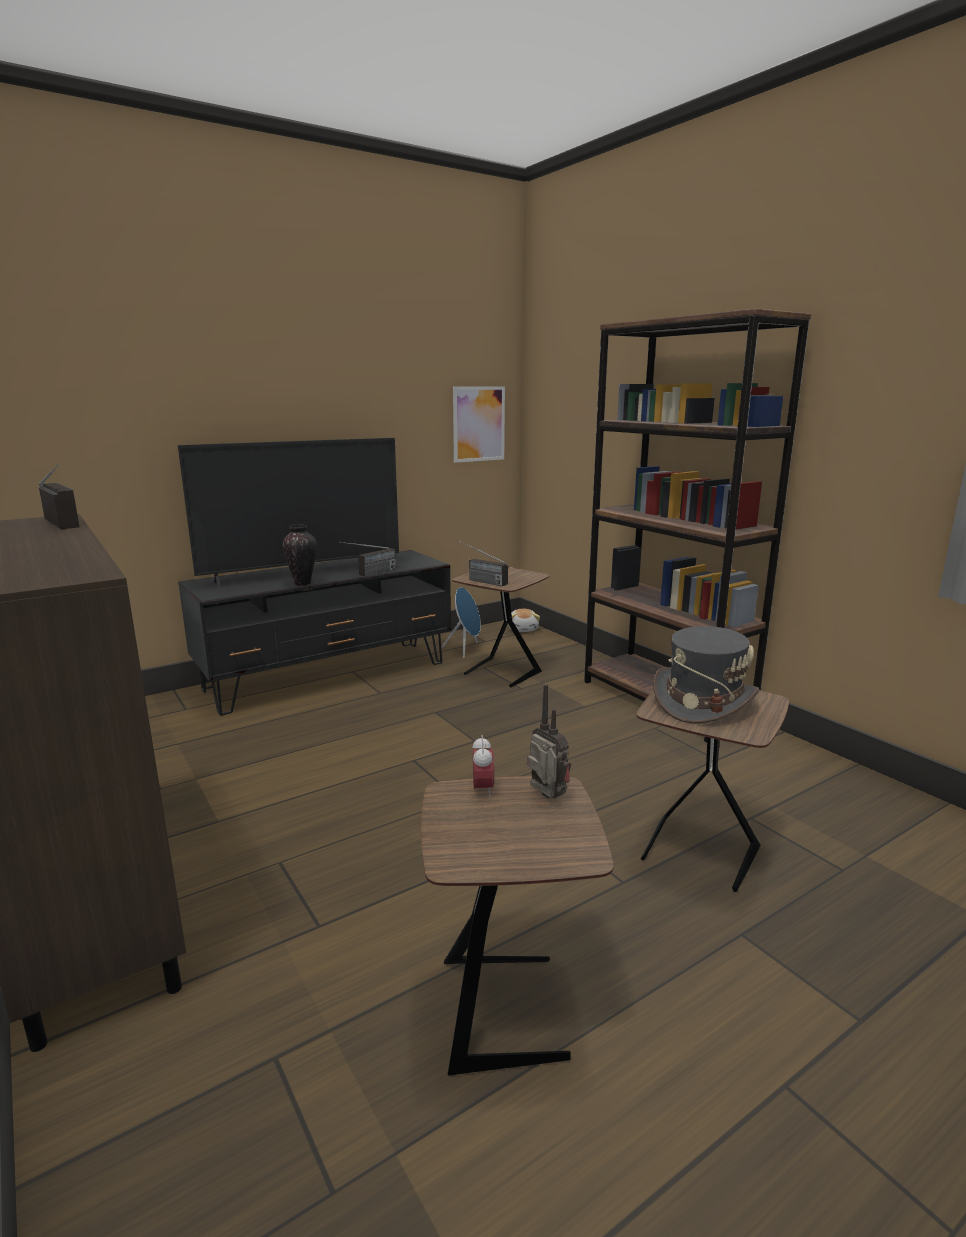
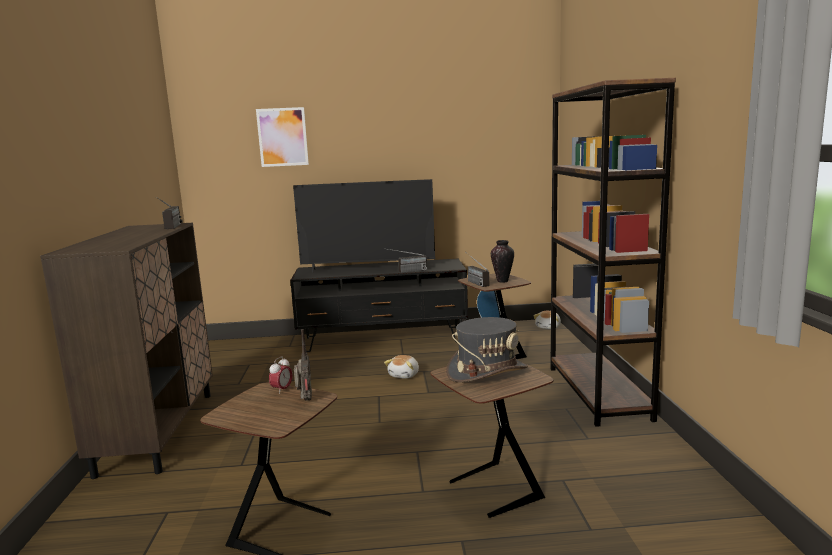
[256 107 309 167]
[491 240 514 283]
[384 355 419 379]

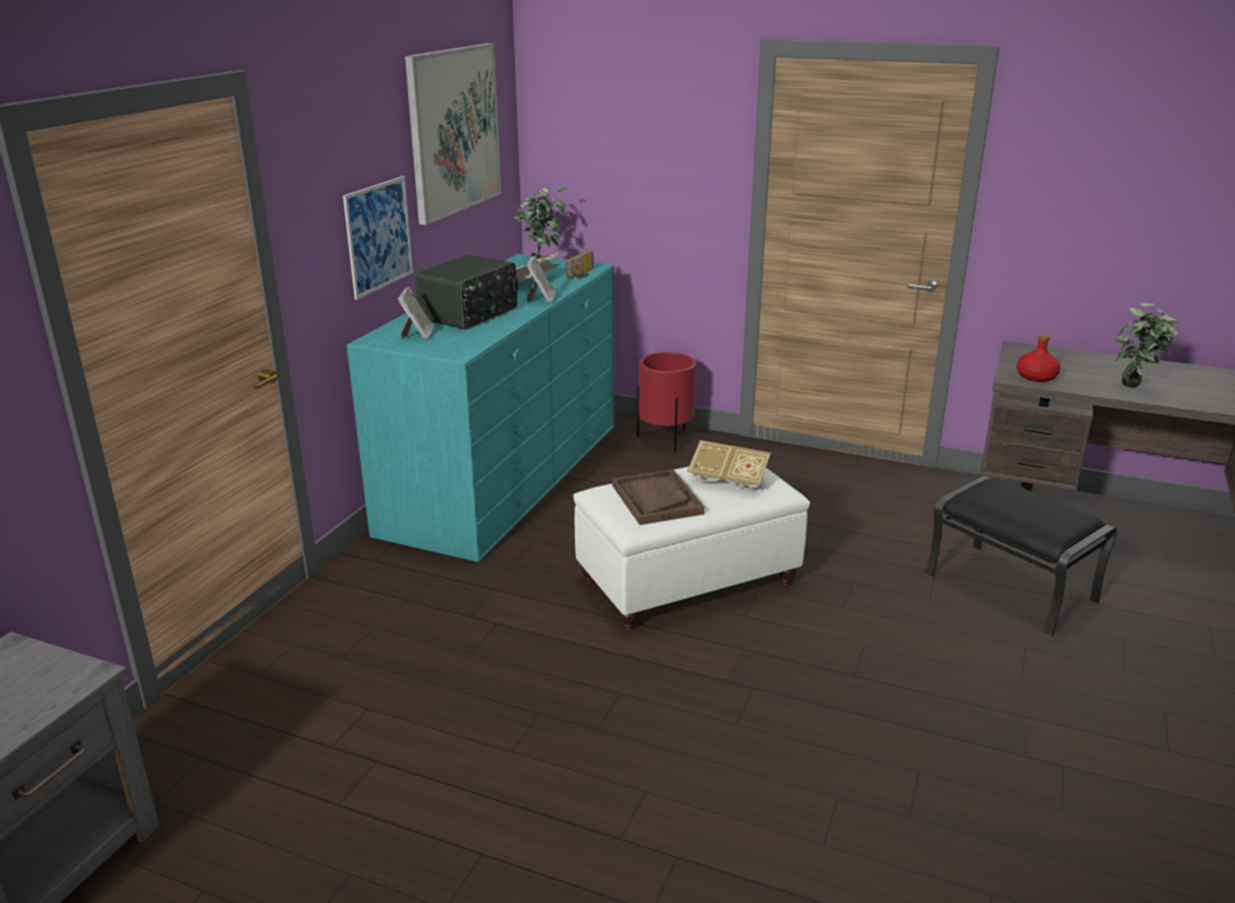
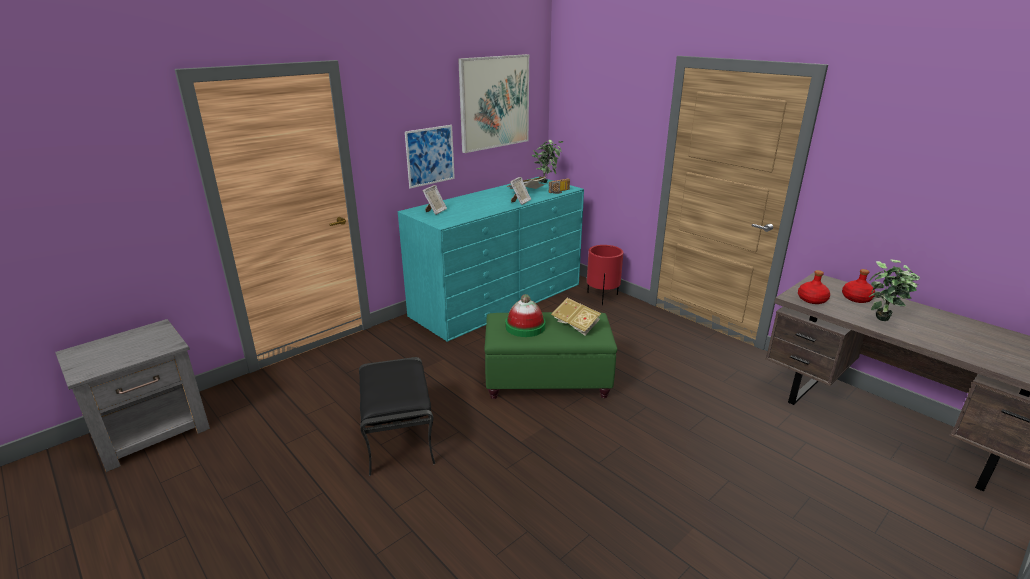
[415 255 518 330] (first image)
[485 312 617 399]
[505 294 546 337]
[359 357 435 476]
[842 269 875 303]

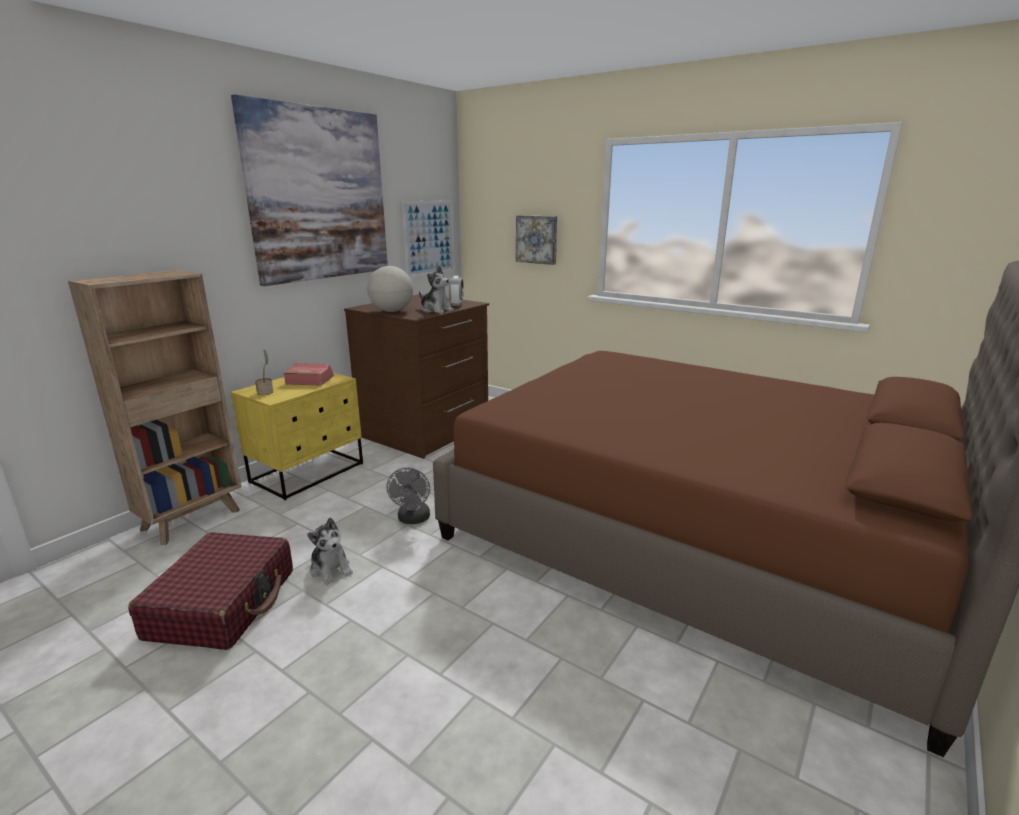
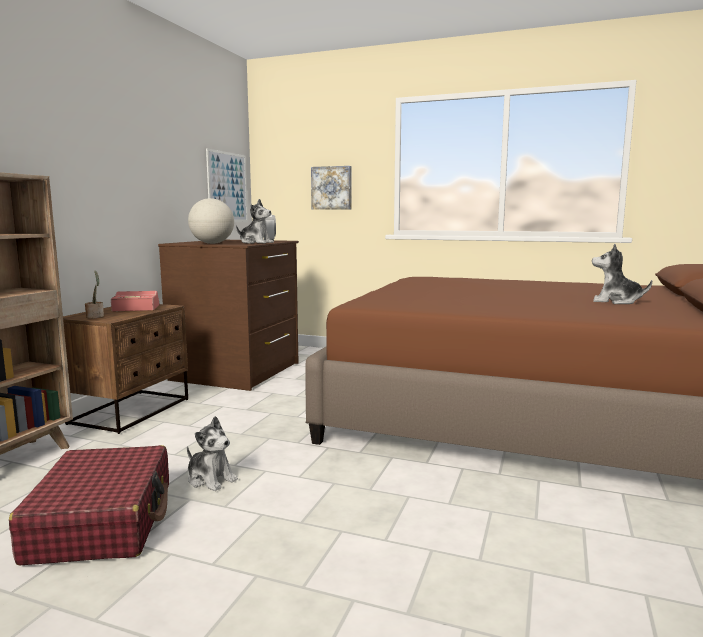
[231 94 388 286] (first image)
[63 304 188 434]
[386 468 430 524] (first image)
[592 244 652 304]

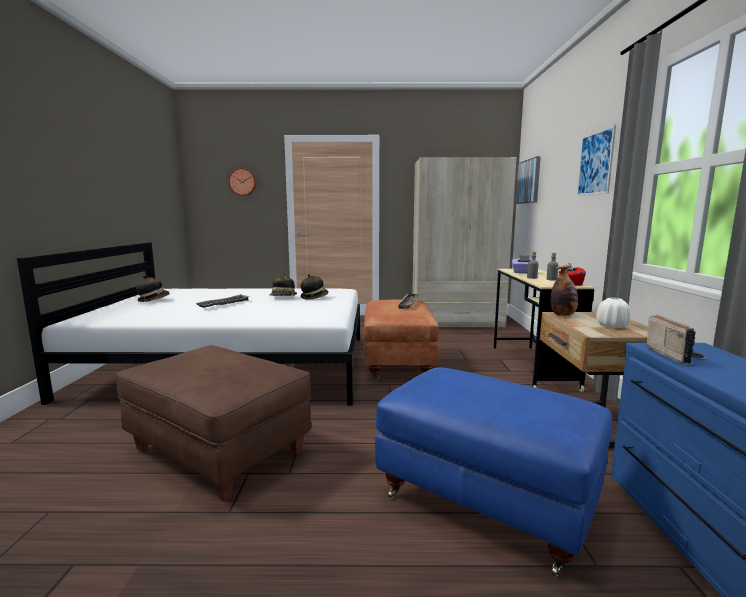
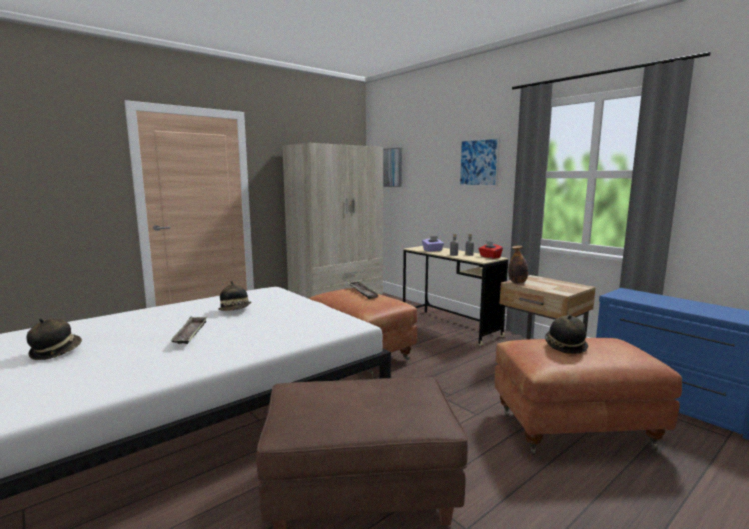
[229 168 256 196] (first image)
[545 315 588 354]
[596 298 630 328] (first image)
[646 315 709 365] (first image)
[495 338 682 455]

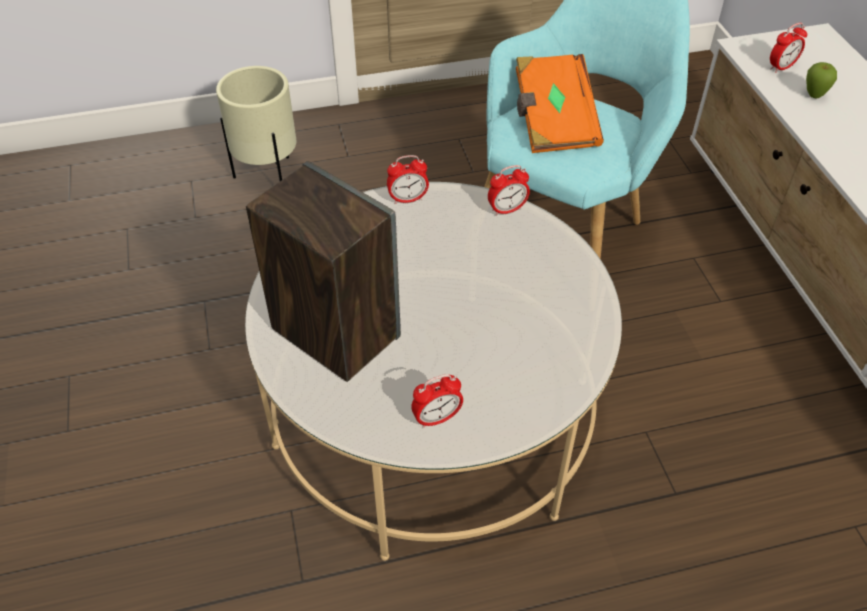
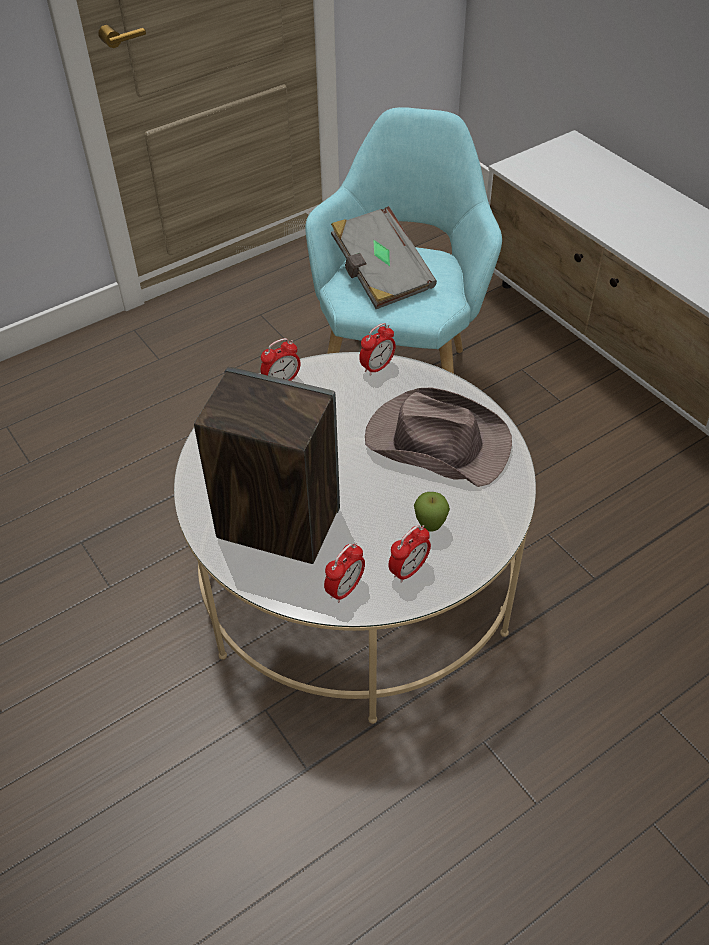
[324 543 365 603]
[331 206 437 309]
[414 492 450 531]
[216 66 296 181] (first image)
[365 387 512 487]

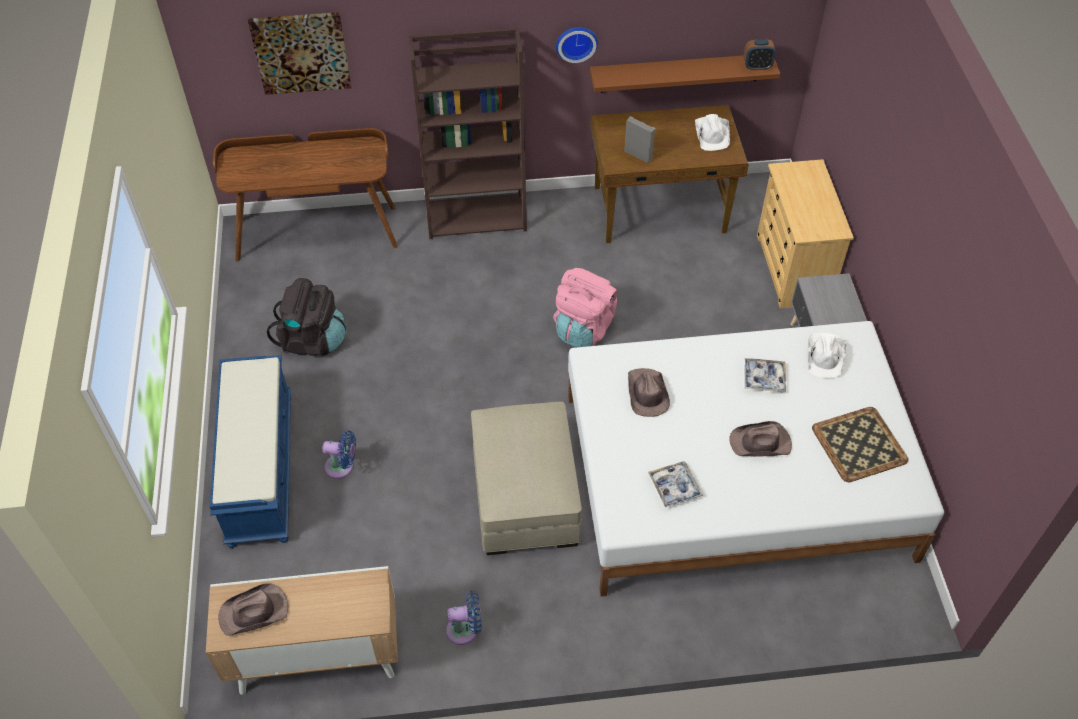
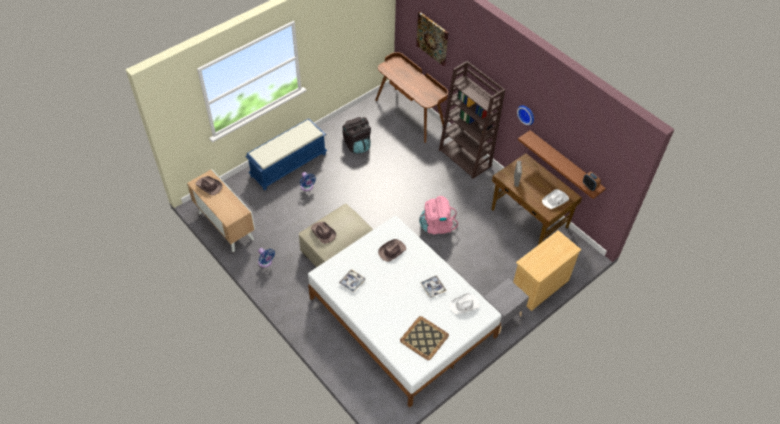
[311 222 336 244]

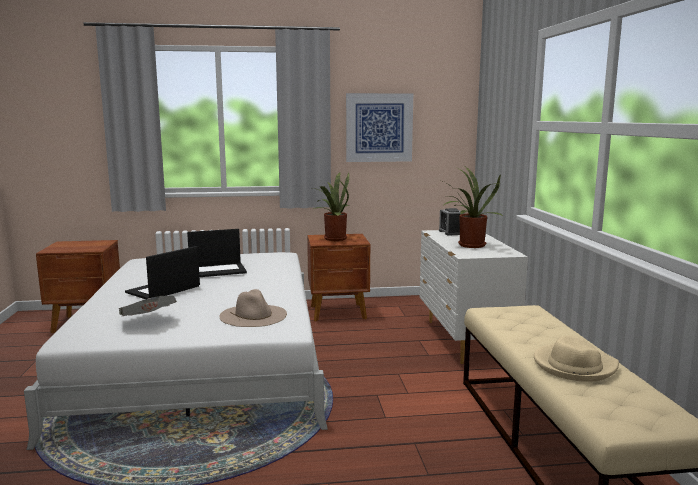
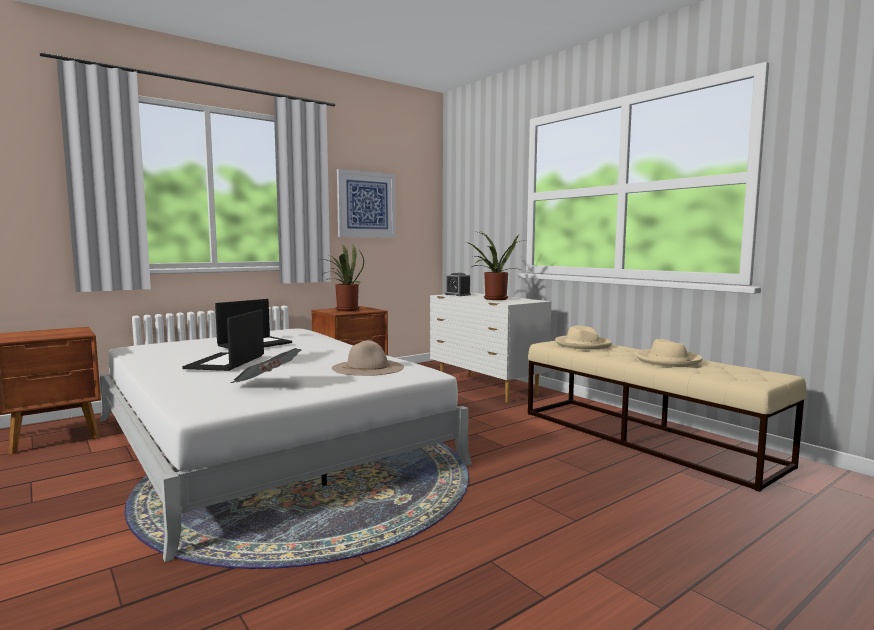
[555 325 612 350]

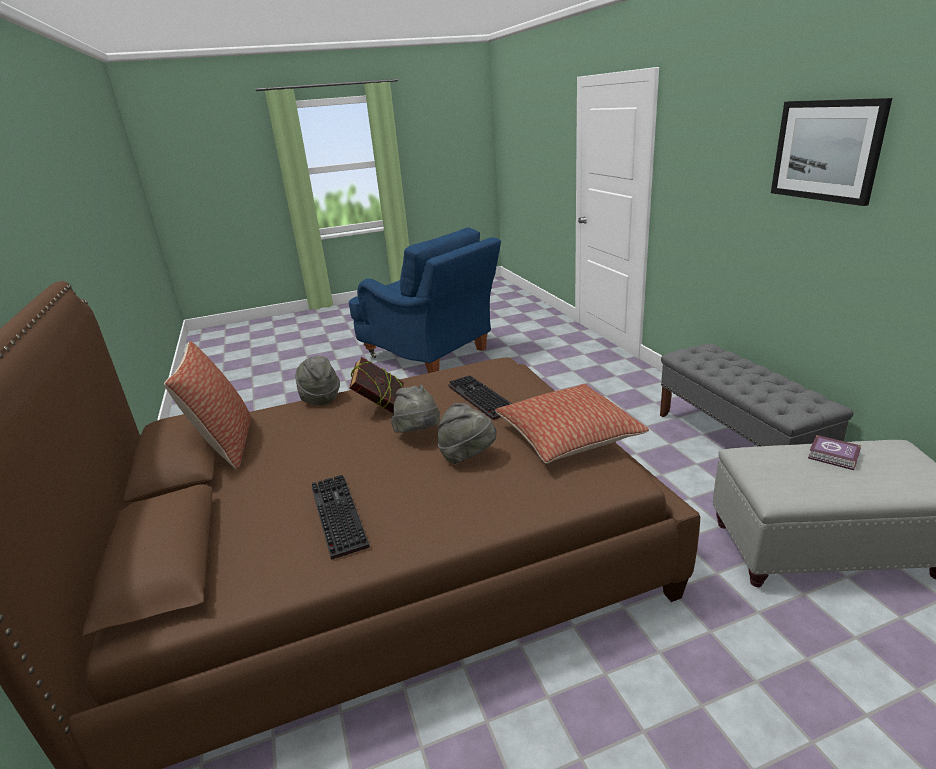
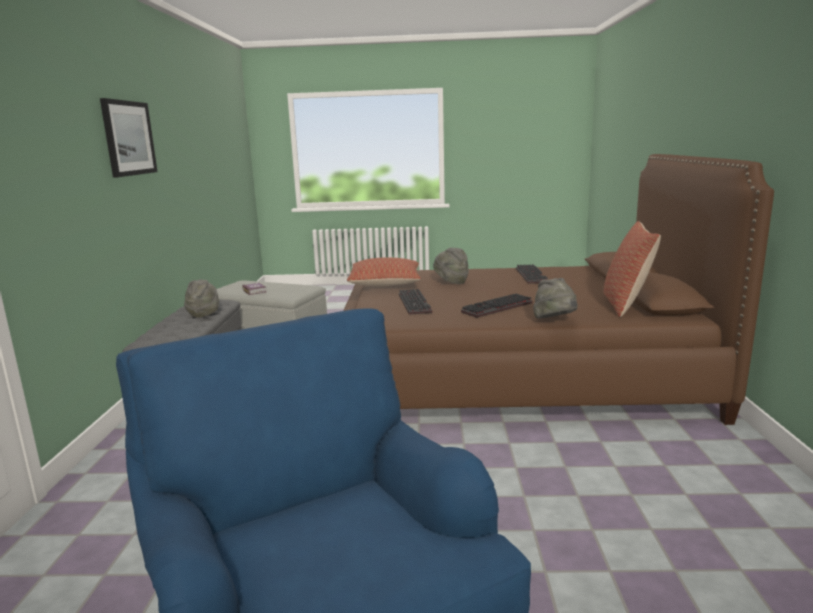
[461 294 533 318]
[184 279 219 318]

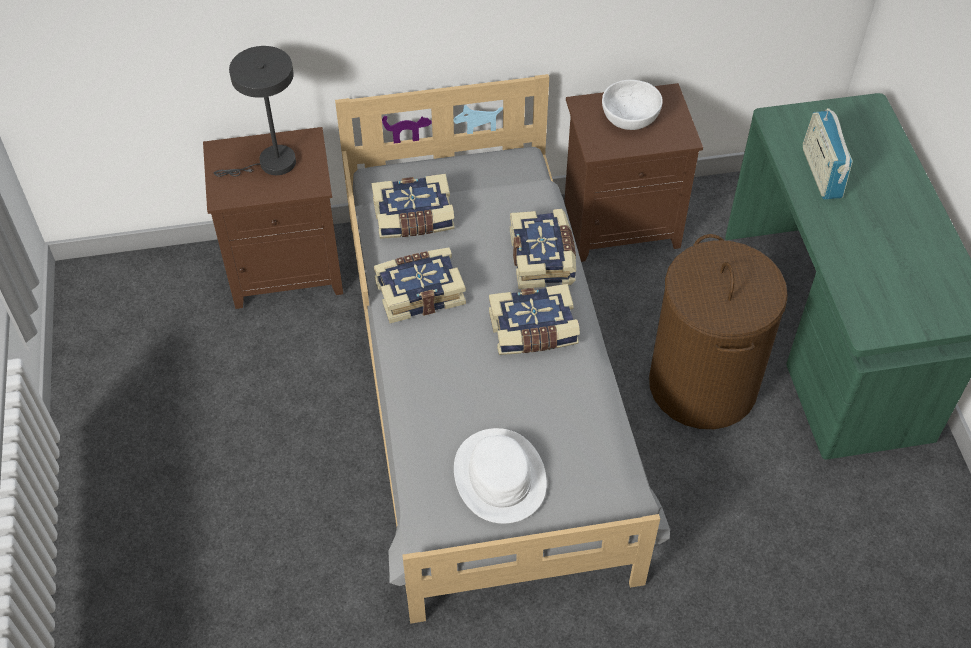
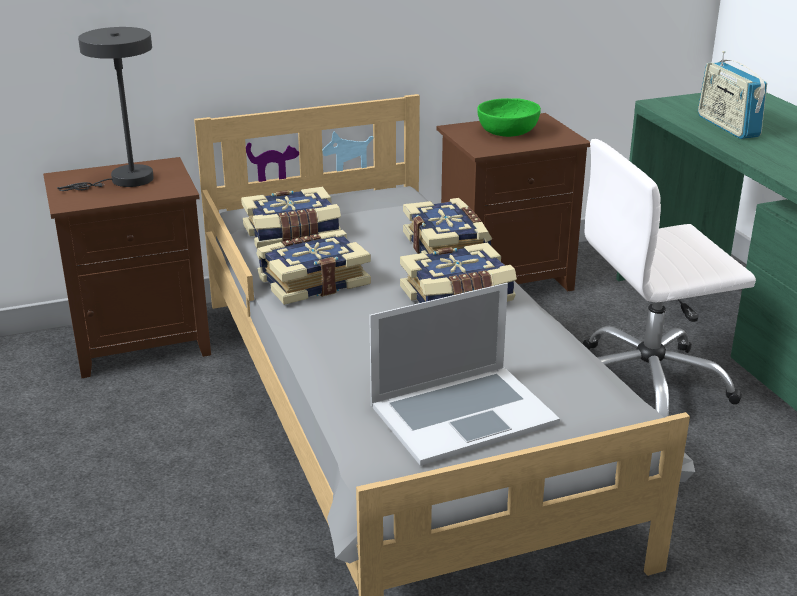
[477 98 541 137]
[583 139 756 418]
[369 283 560 466]

